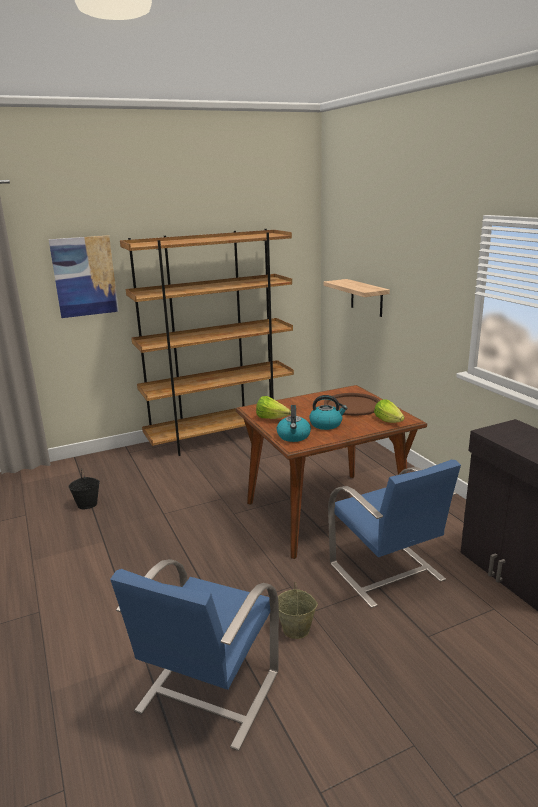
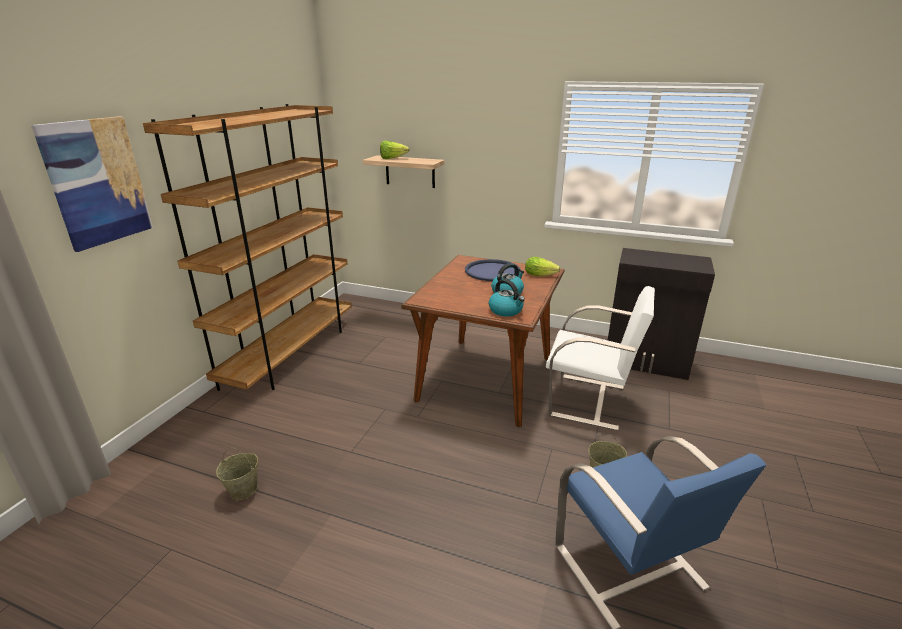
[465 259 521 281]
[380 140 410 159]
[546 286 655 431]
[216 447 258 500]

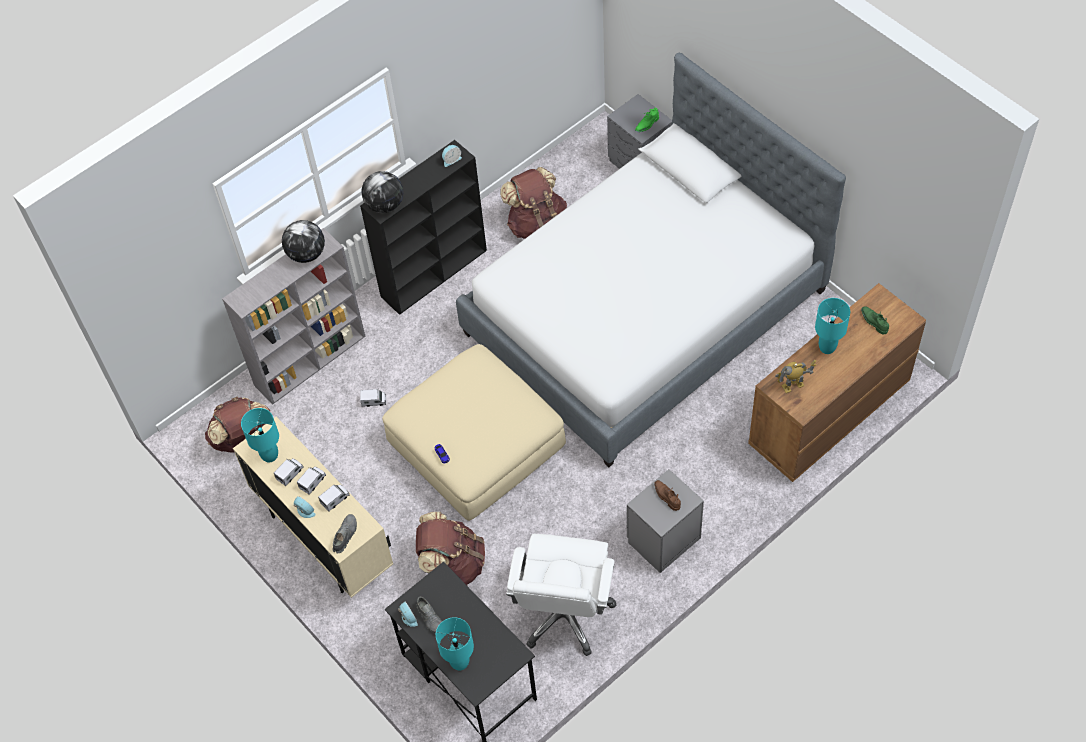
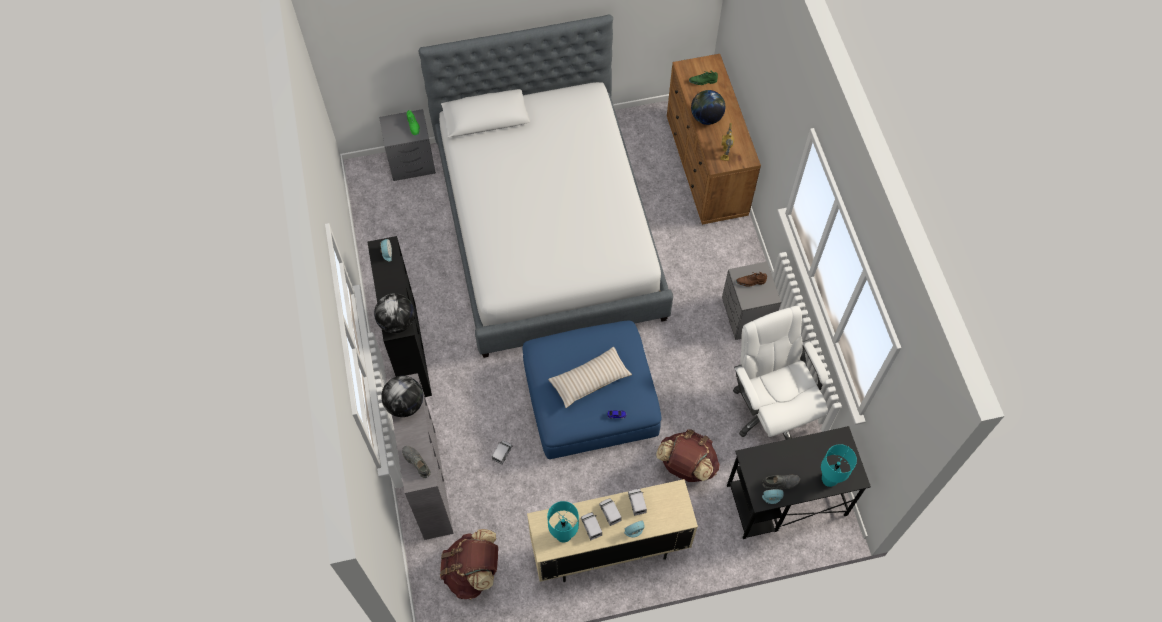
[500 167 567 239] (first image)
[691 90 725 125]
[523 321 661 459]
[402 446 431 478]
[733 306 828 440]
[548 347 632 408]

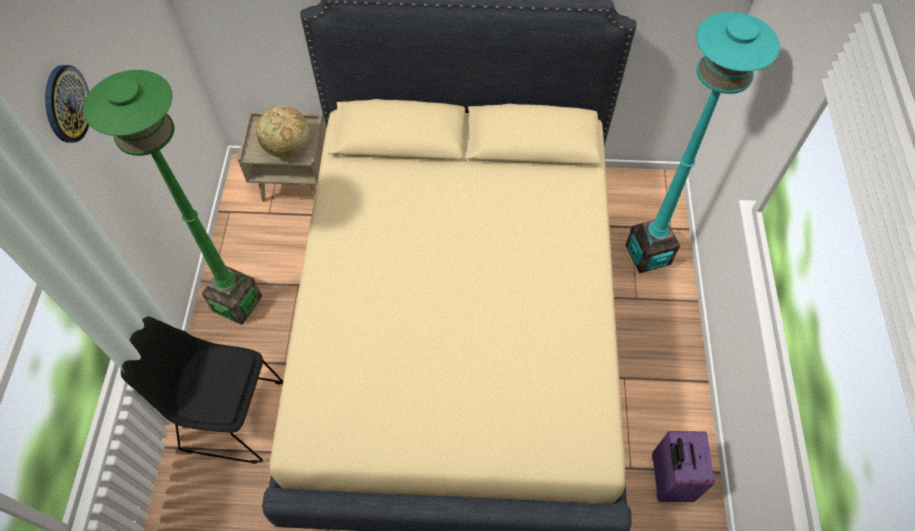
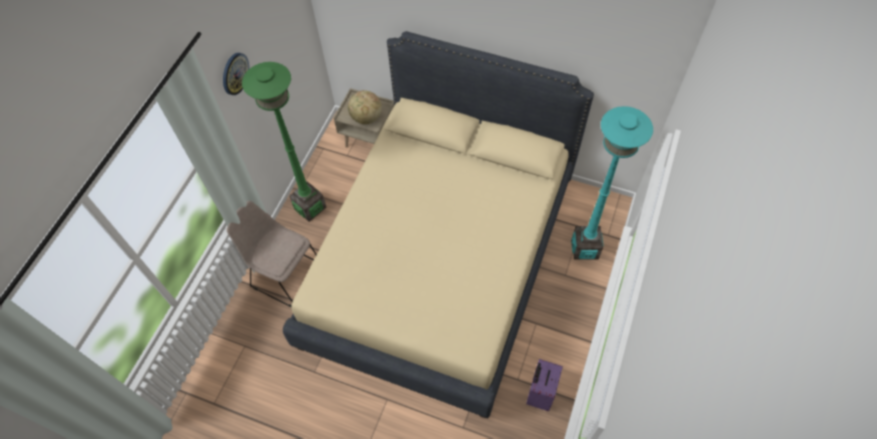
[226 201 317 307]

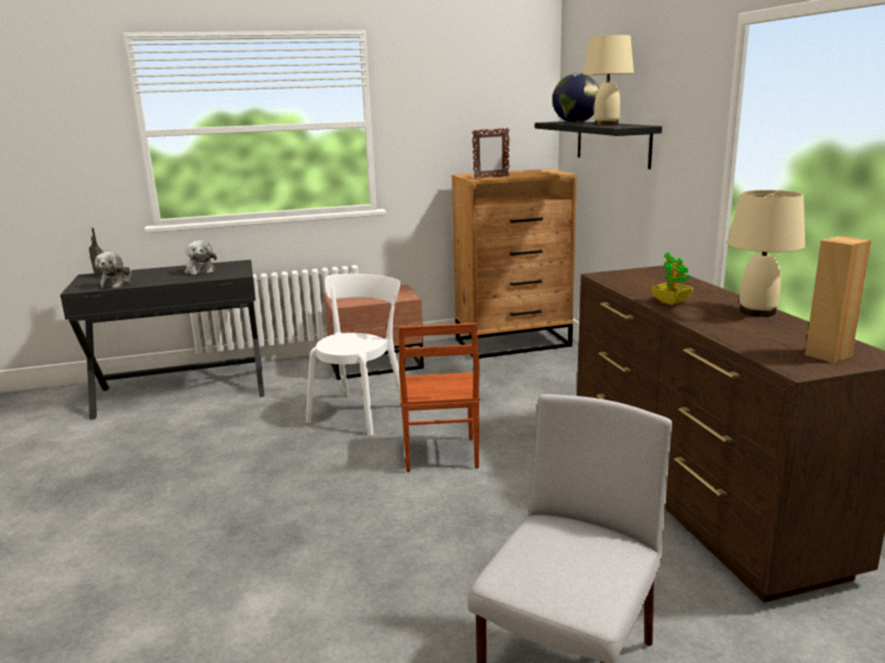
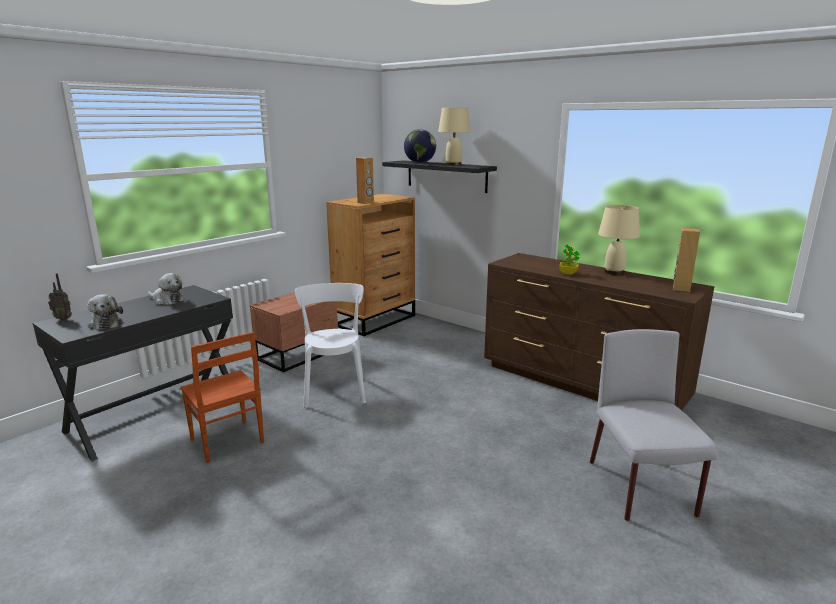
[356 157 374 204]
[181 332 264 463]

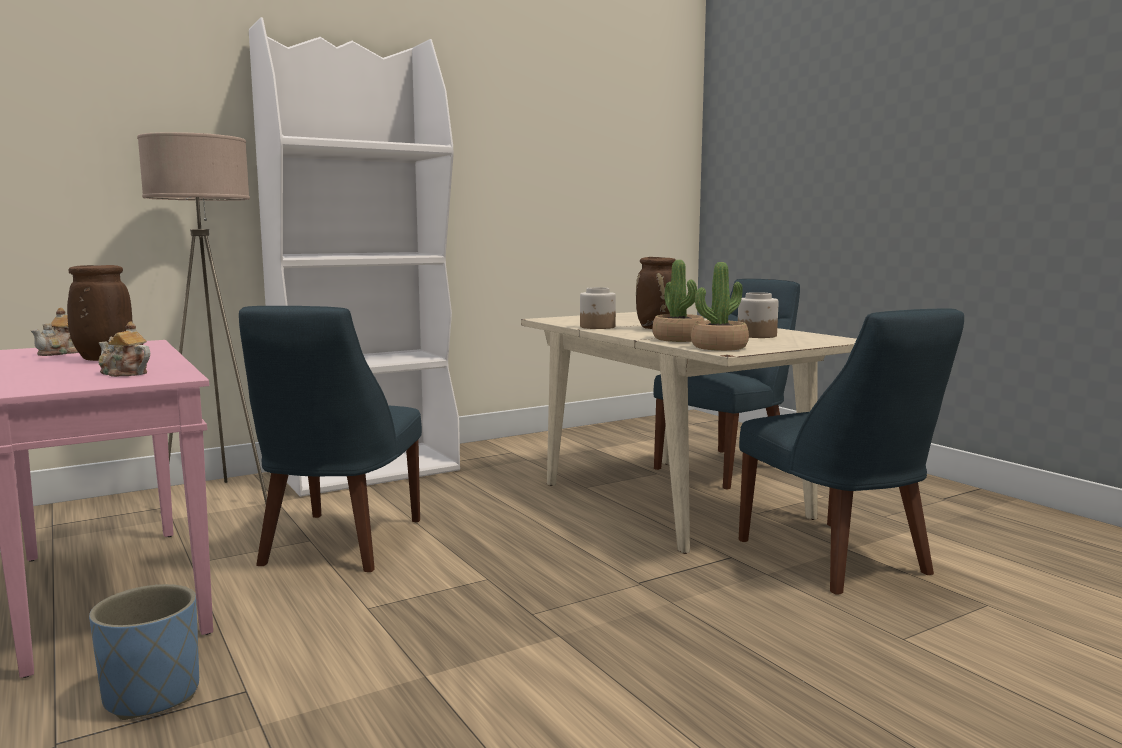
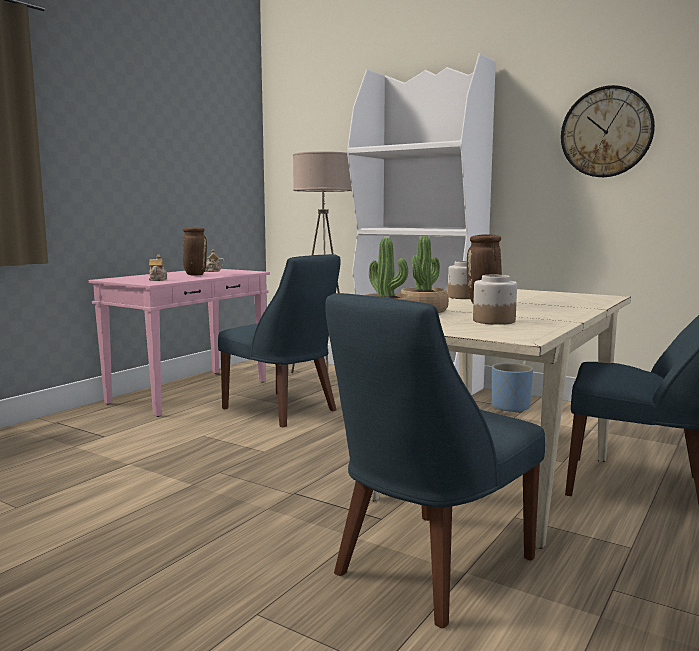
[218 254 341 427]
[492 363 533 413]
[561 85 655 177]

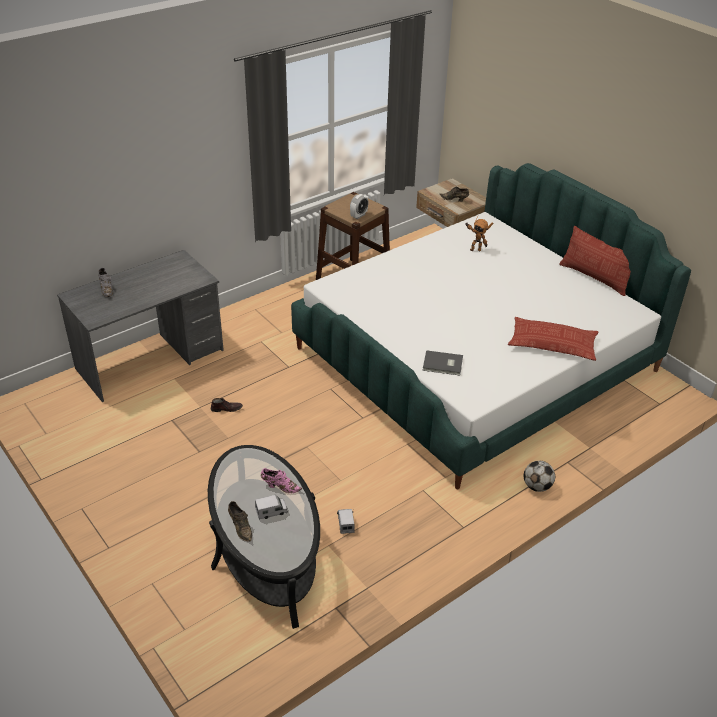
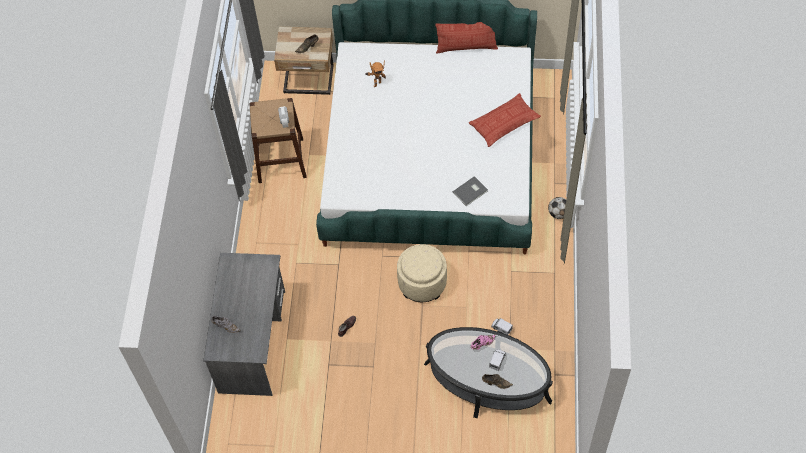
[397 244 447 302]

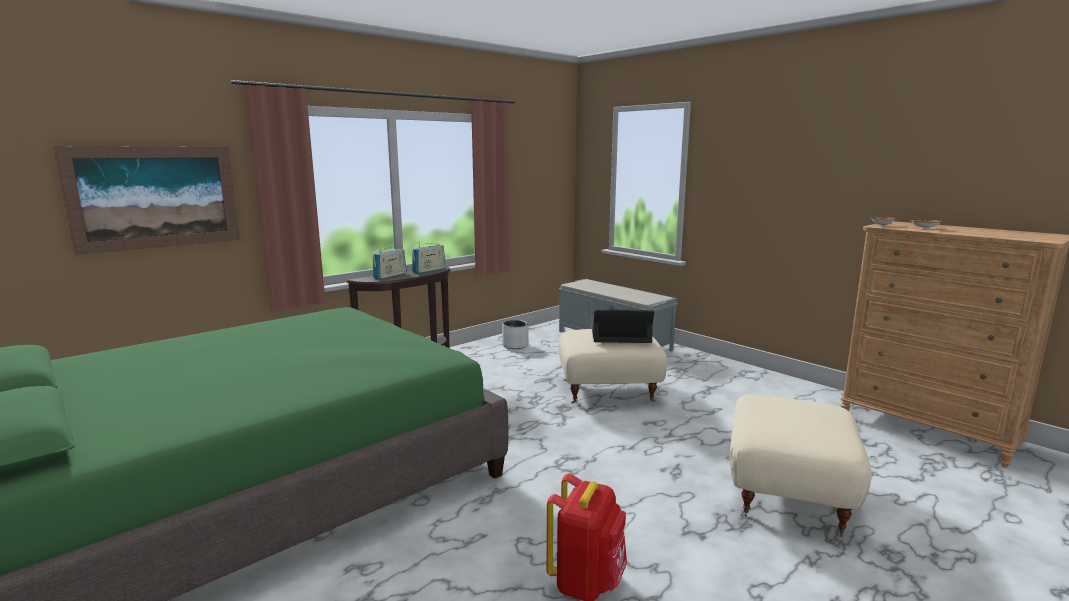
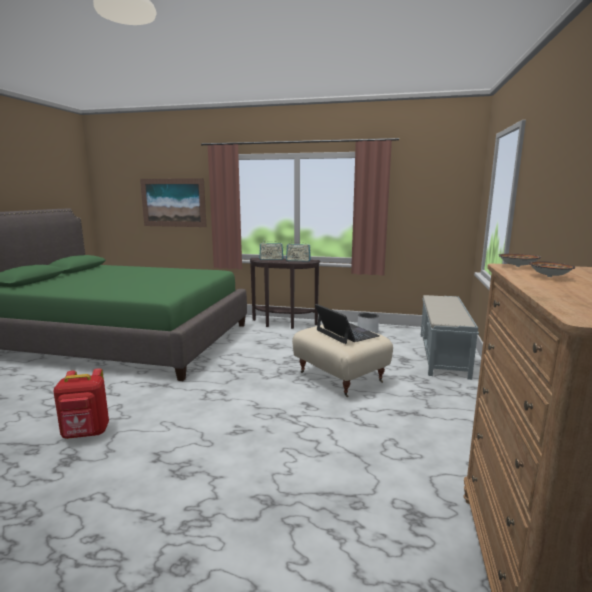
[730 394 872 537] (first image)

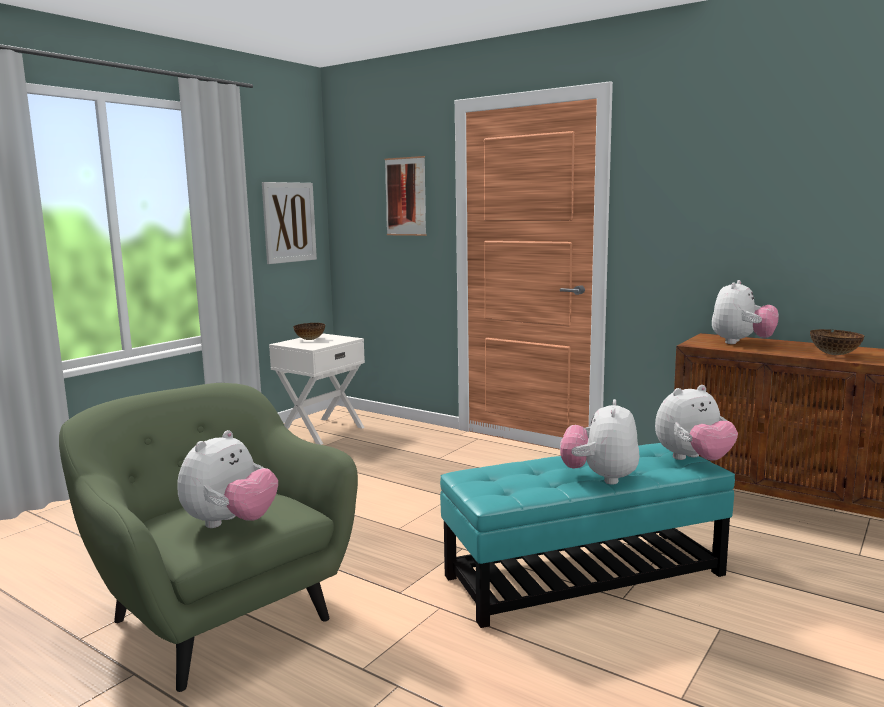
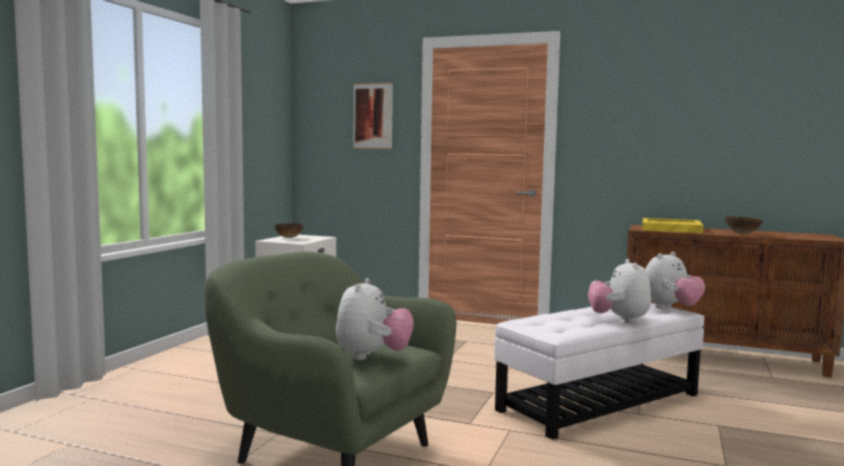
[262 182 317 264] (first image)
[642 218 704 233]
[494 303 704 440]

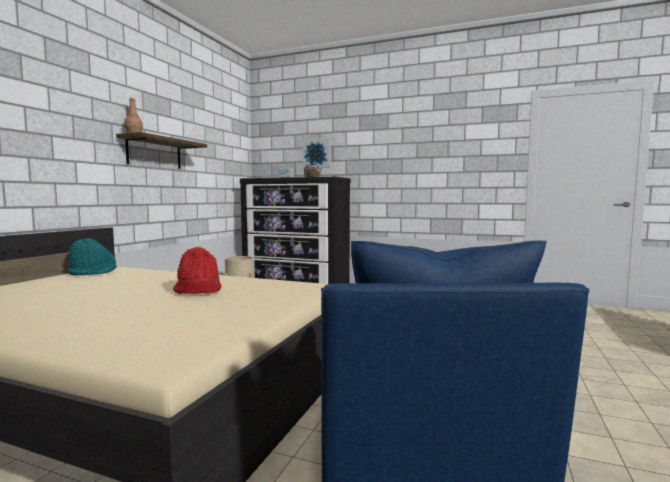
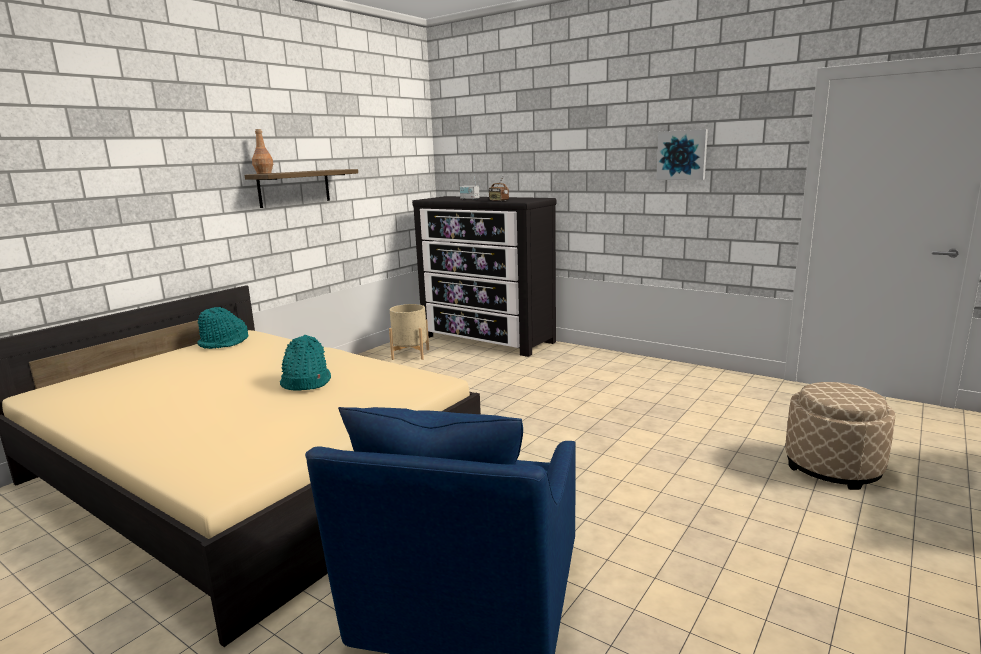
[656 129 708 180]
[280 335 331 391]
[785 382 895 490]

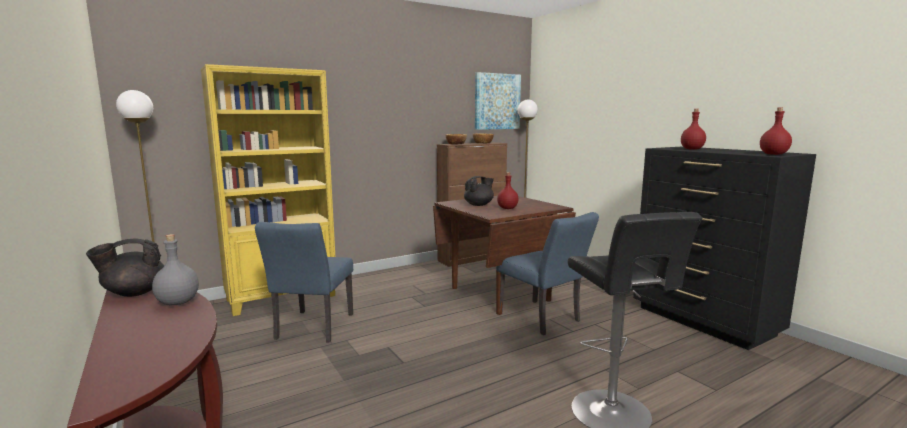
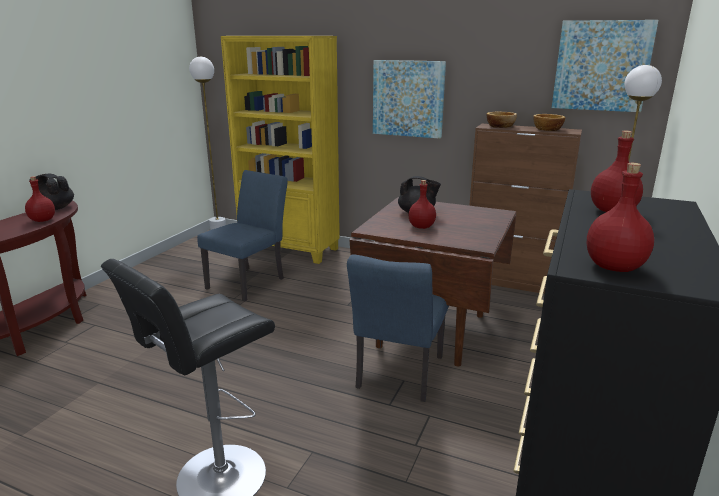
[197 170 287 302]
[25 176 55 222]
[373 60 446 139]

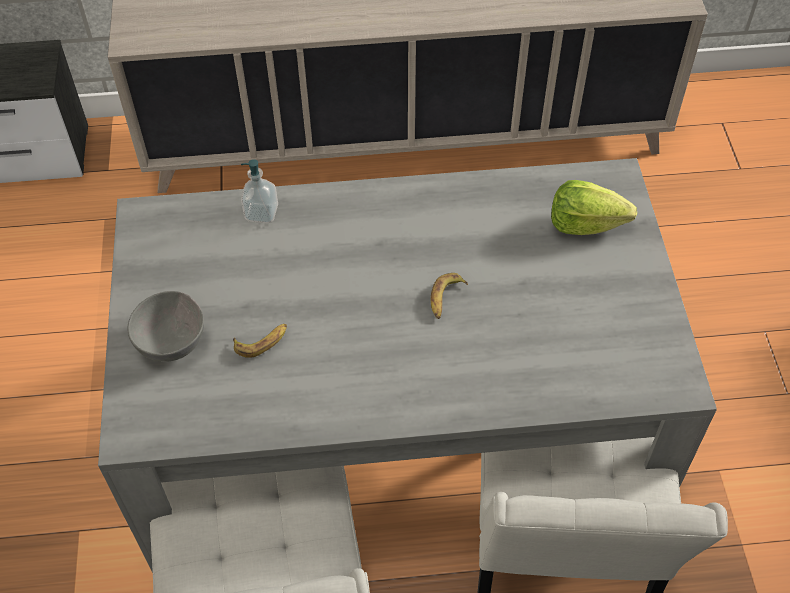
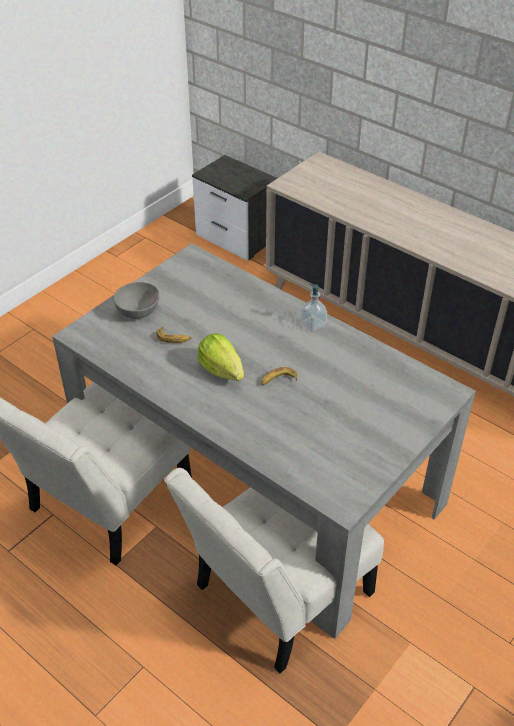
[301 284 327 332]
[197 333 244 381]

